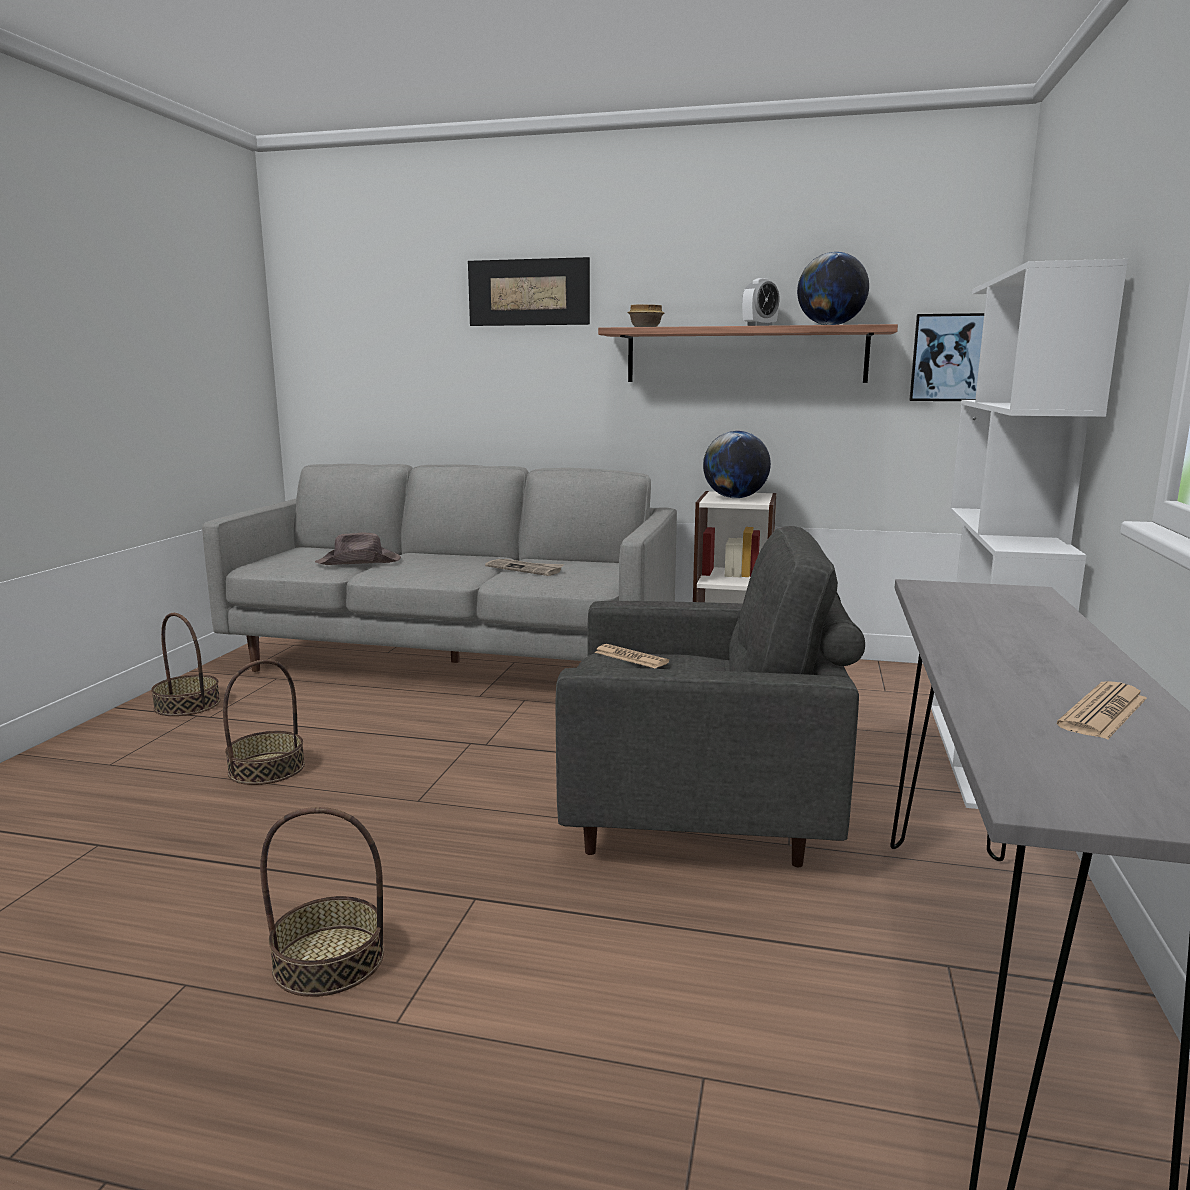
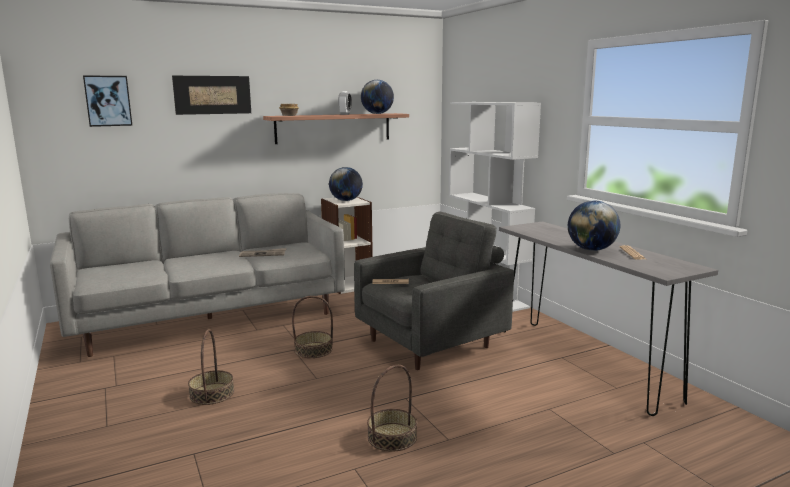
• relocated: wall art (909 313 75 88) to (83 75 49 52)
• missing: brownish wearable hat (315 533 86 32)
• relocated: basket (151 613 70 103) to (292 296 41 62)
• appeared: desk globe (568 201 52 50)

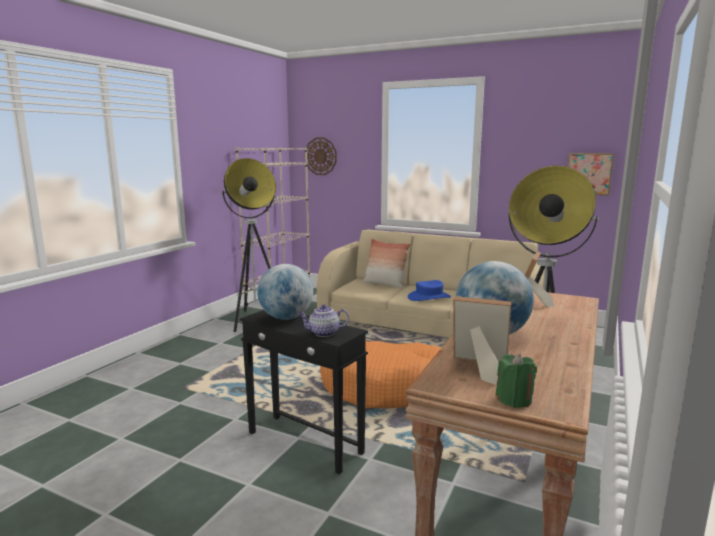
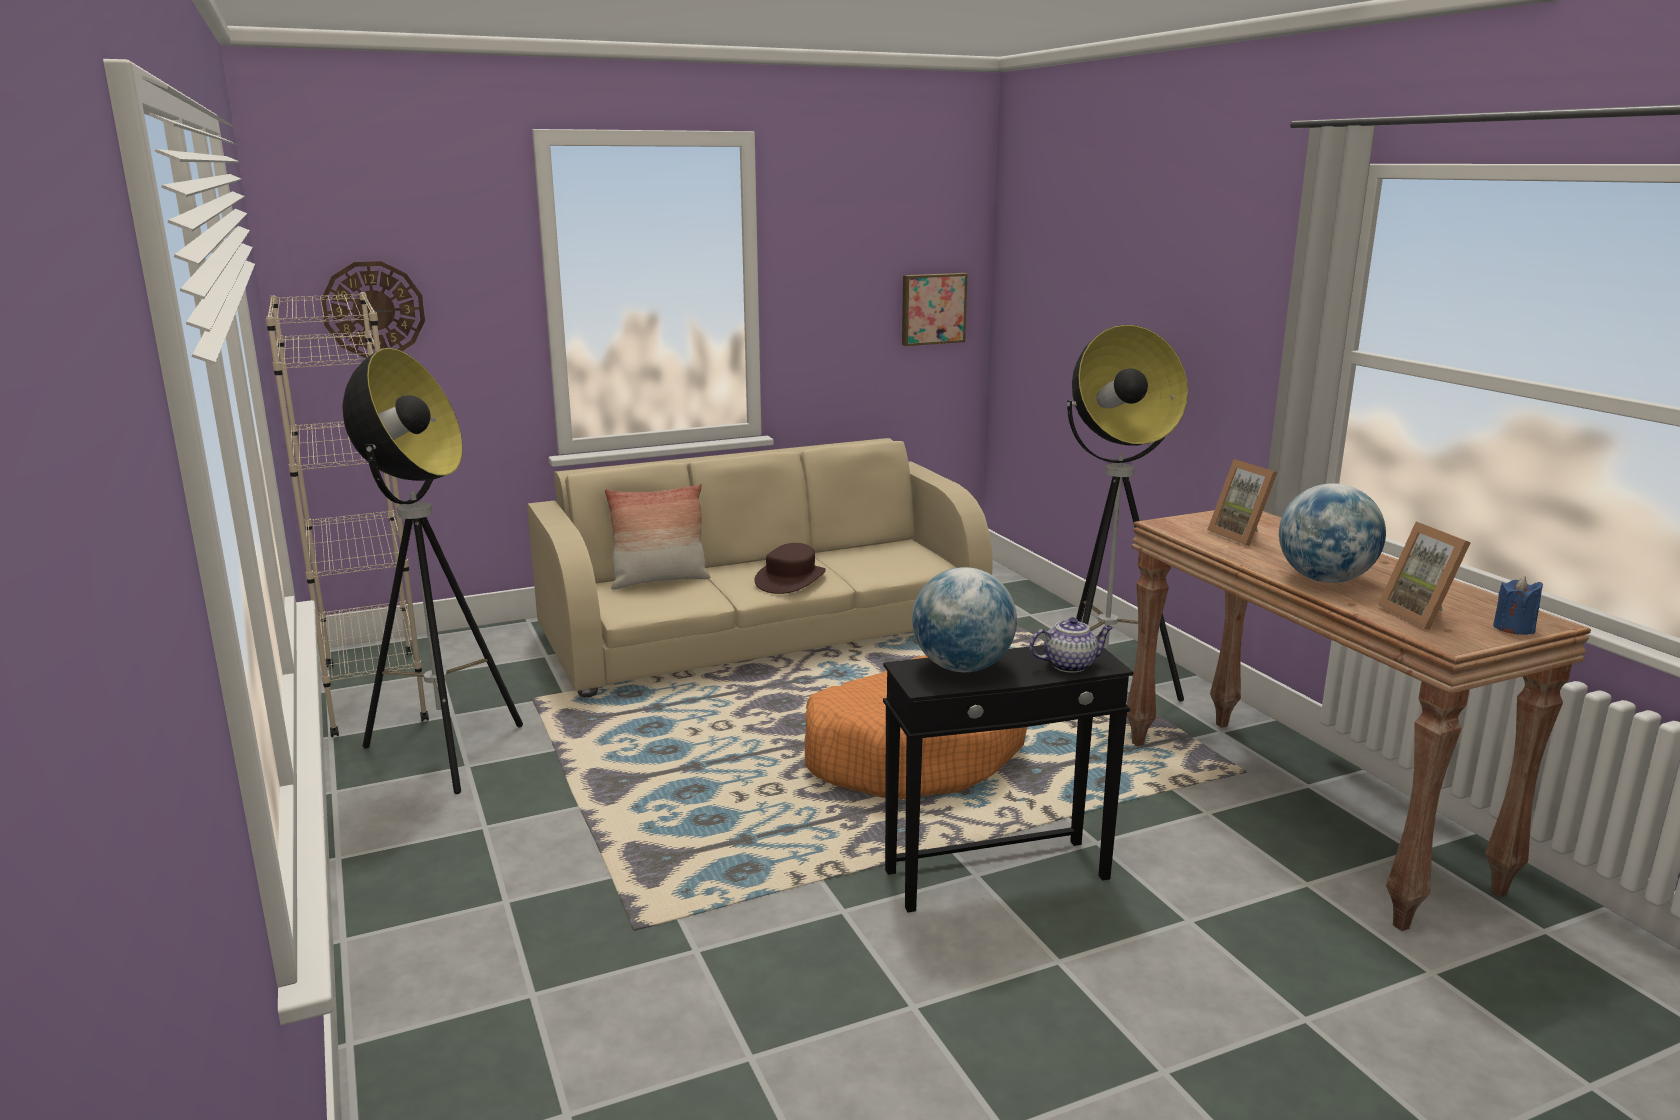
• colour: blue wearable hat (408 280 43 21) to brownish wearable hat (754 543 72 51)
• spun: picture frame (453 296 58 89) = (1378 522 93 108) 75 degrees counterclockwise
• spun: pot for tea (299 305 50 32) = (1030 617 83 56) 135 degrees counterclockwise
• colour: green wax candle (496 353 41 55) to blue wax candle (1493 577 50 58)

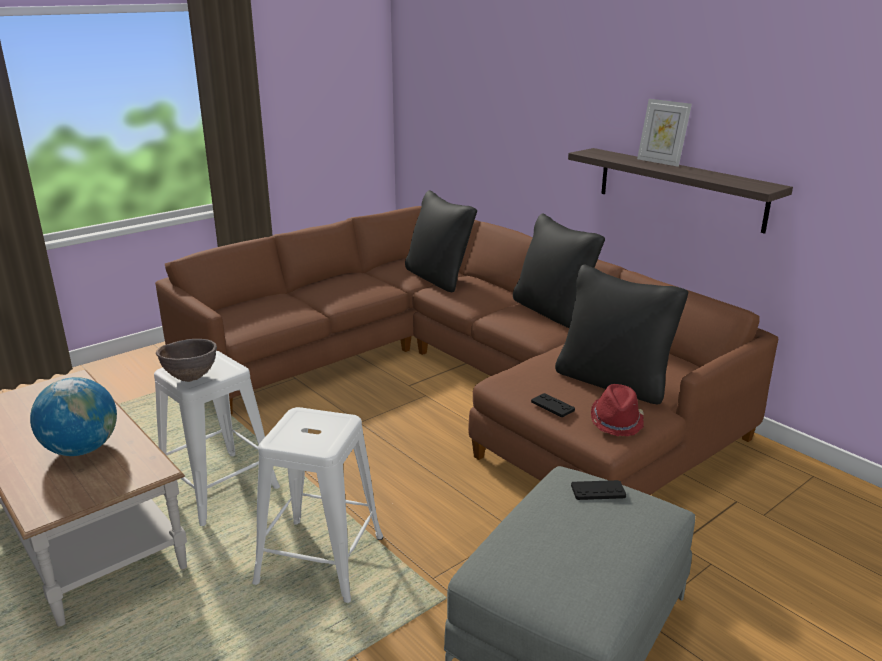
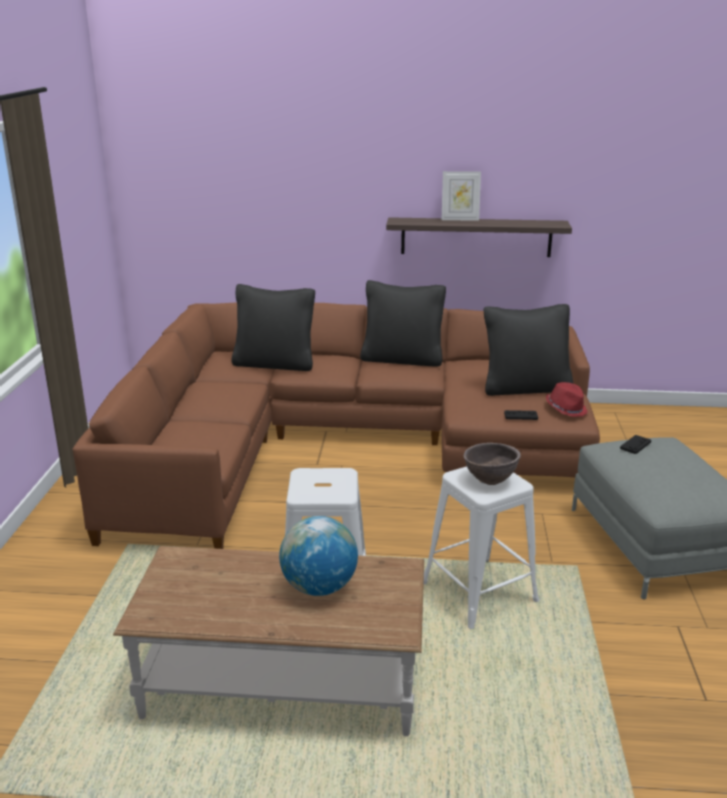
• relocated: brownish deep dish (156 339 61 43) to (464 443 57 42)

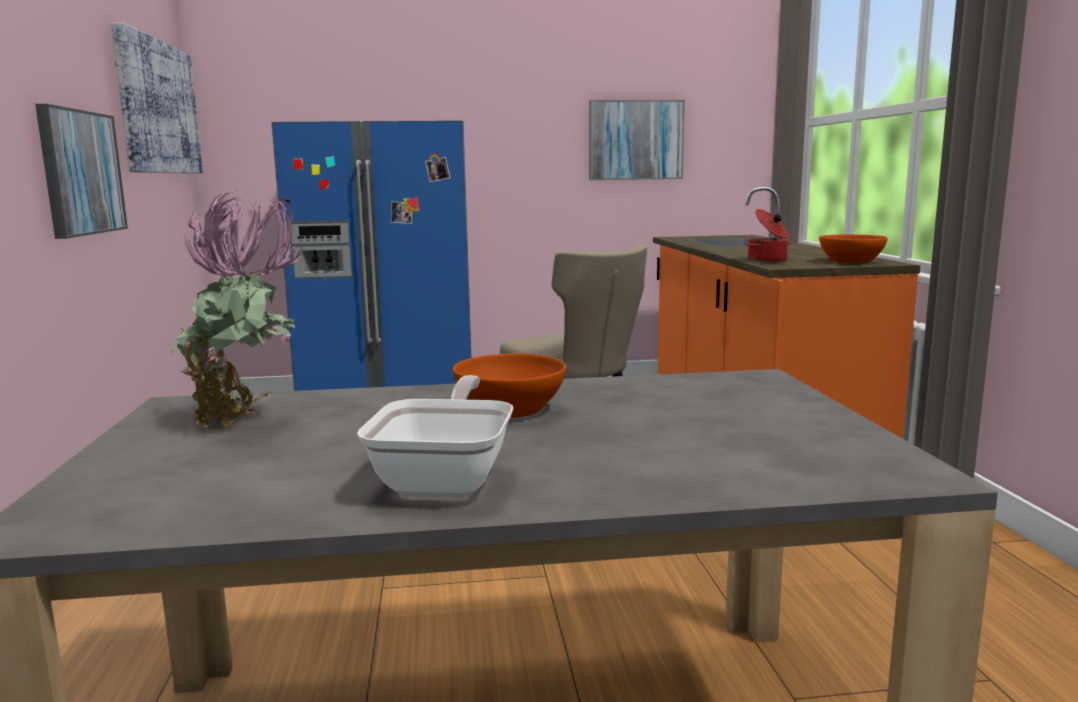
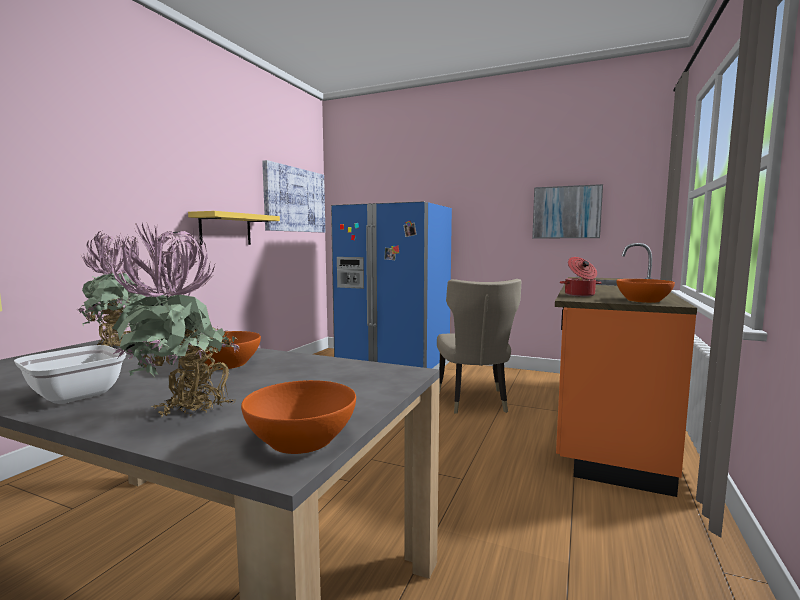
• exchanged: wall art (35 104 93 135) to yellowish wall shelf (188 211 92 34)
• appeared: plant in a pot (108 223 132 194)
• appeared: orange deep dish (241 380 115 74)

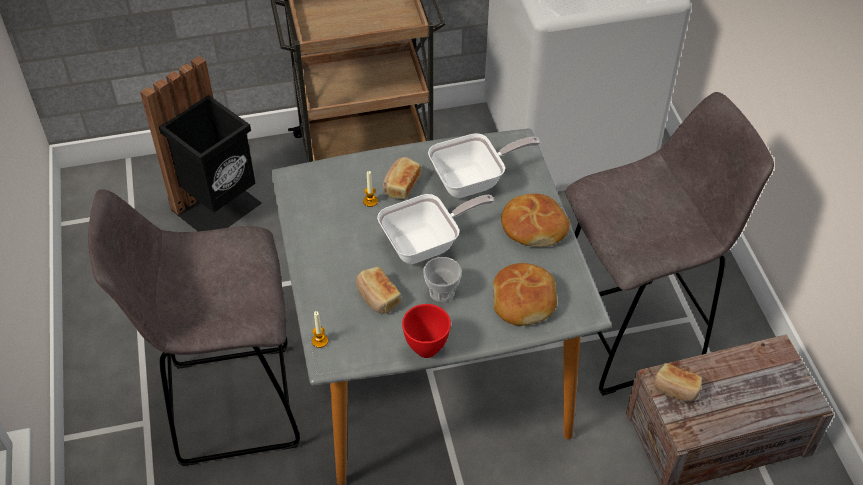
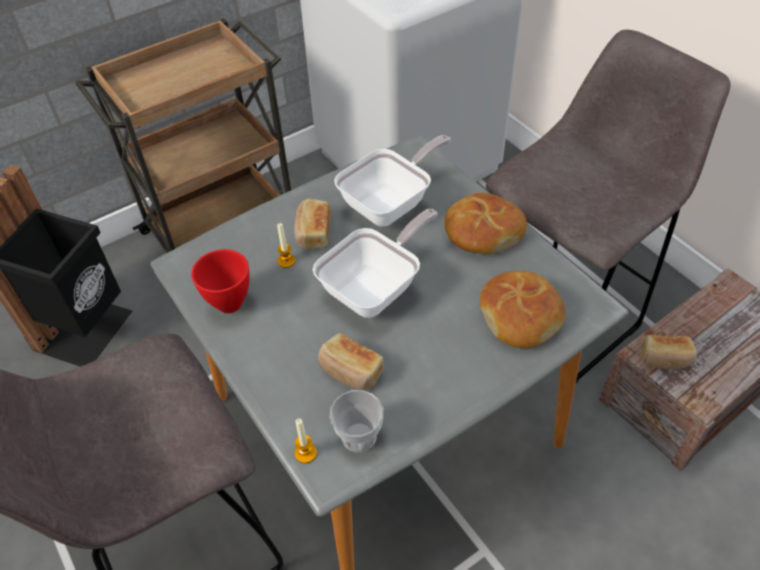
• relocated: cup (424 257 38 45) to (330 390 54 62)
• relocated: red deep dish (402 304 49 54) to (191 249 58 64)

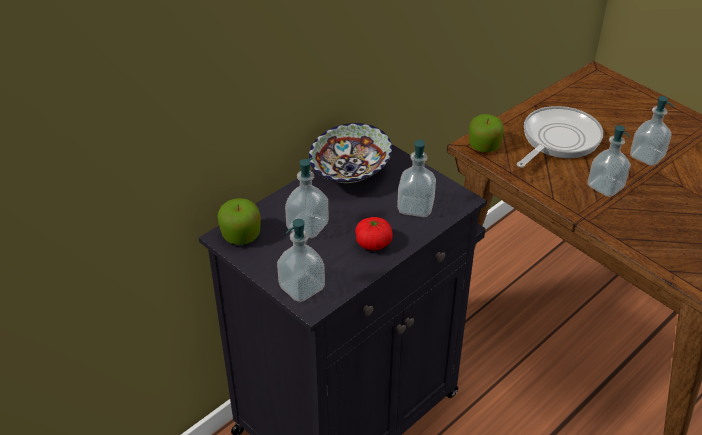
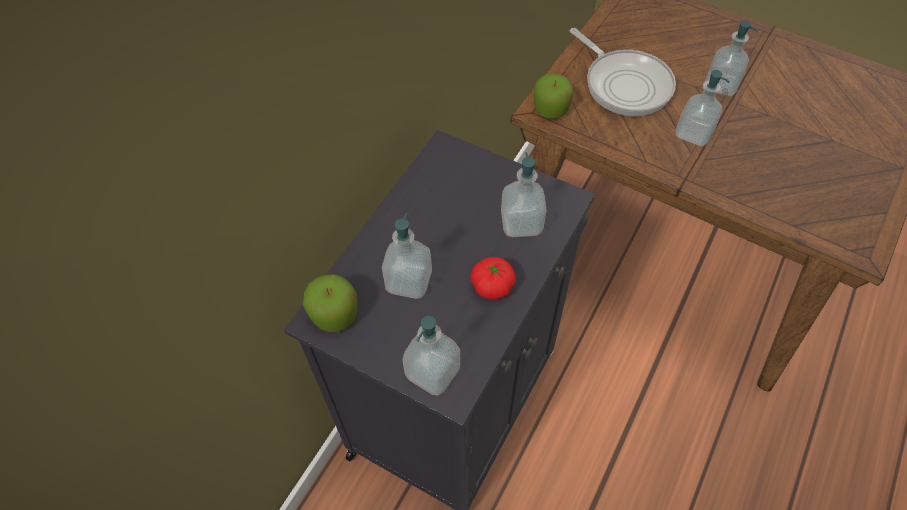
• spun: pan (517 106 86 61) = (570 28 106 88) 120 degrees clockwise
• missing: deep dish (309 123 83 60)

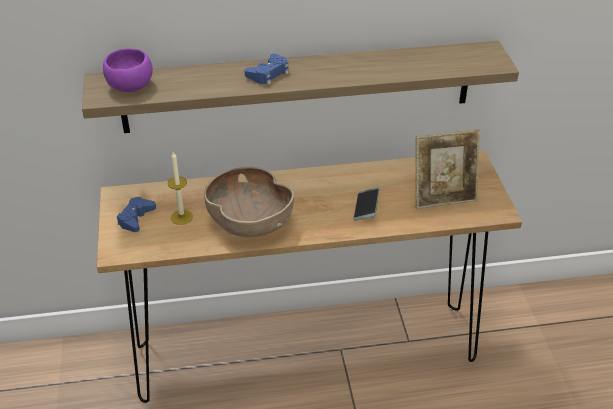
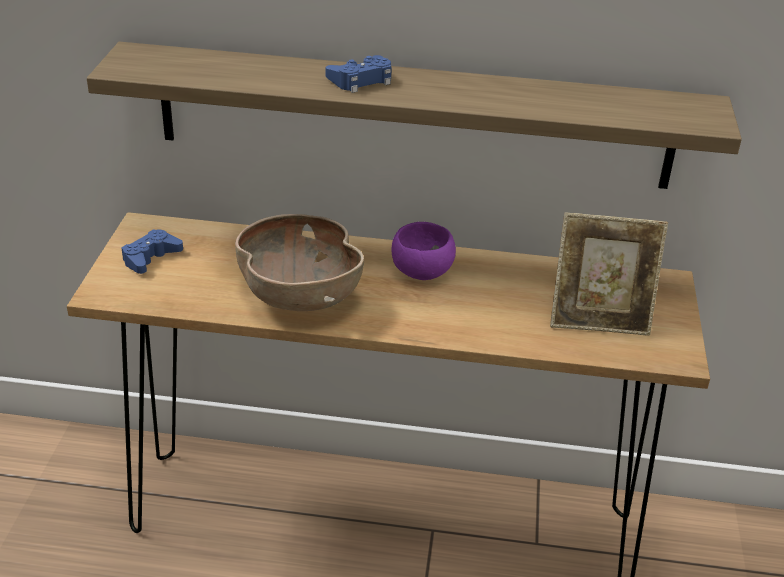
• relocated: purple-coloured deep dish (103 48 50 44) to (392 222 64 58)
• missing: wax candle (168 152 25 73)
• missing: handset (353 187 26 34)

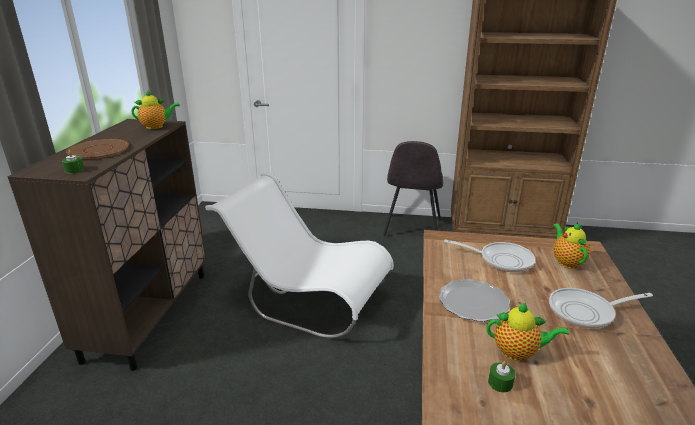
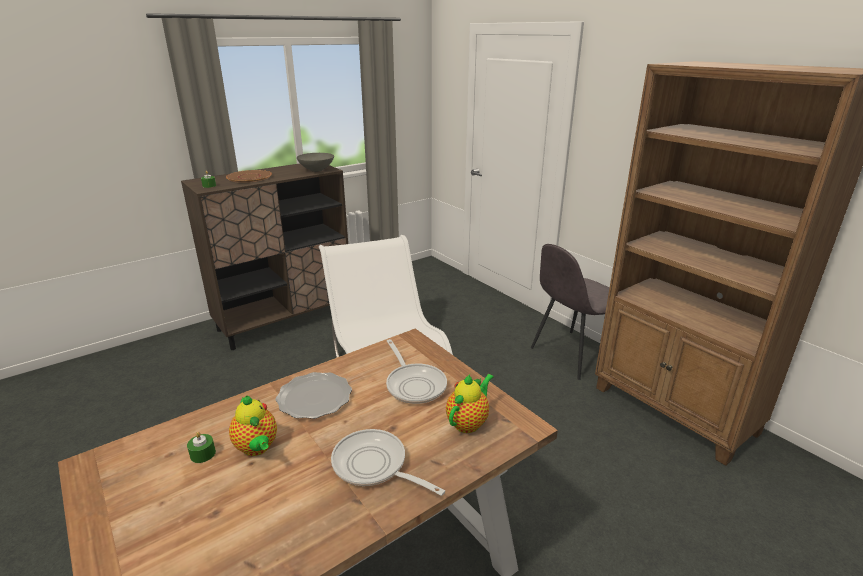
• exchanged: pot for tea (131 90 49 39) to greyish deep dish (297 153 37 19)

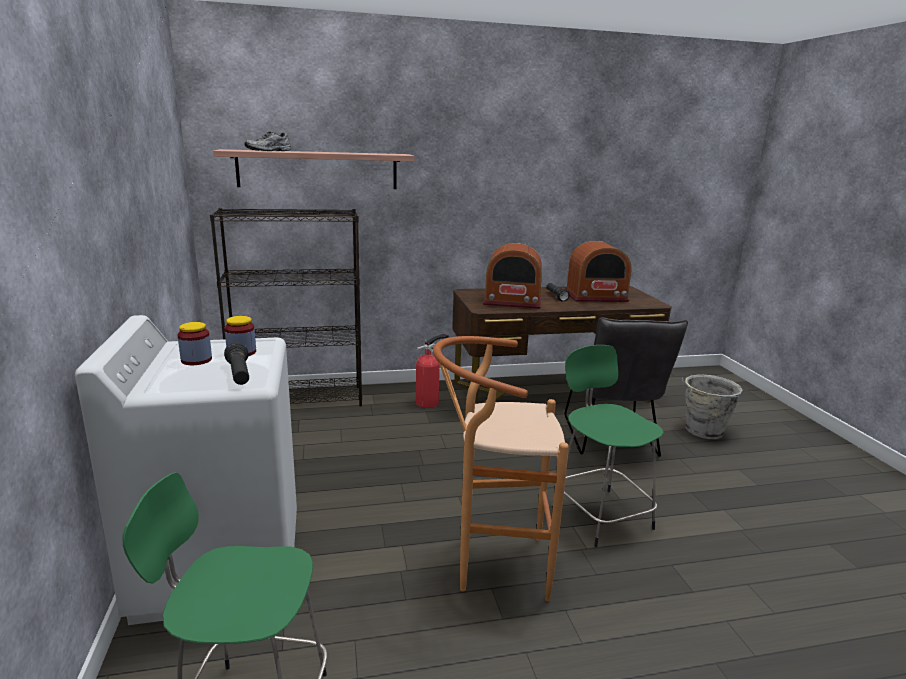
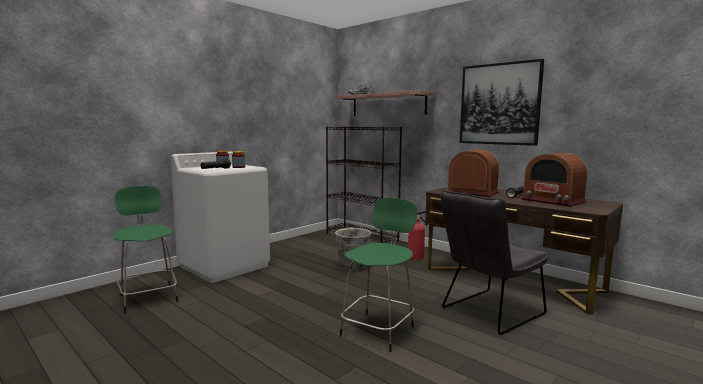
• spun: radio (483 243 59 66) = (447 150 52 47) 150 degrees clockwise
• missing: brownish stool (433 336 136 265)
• relocated: greyish water bucket (682 374 61 65) to (331 227 41 44)
• appeared: wall art (460 59 84 87)

